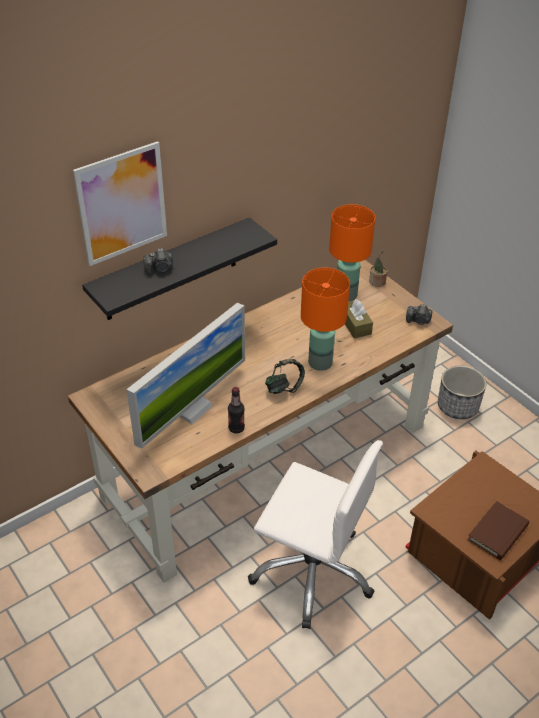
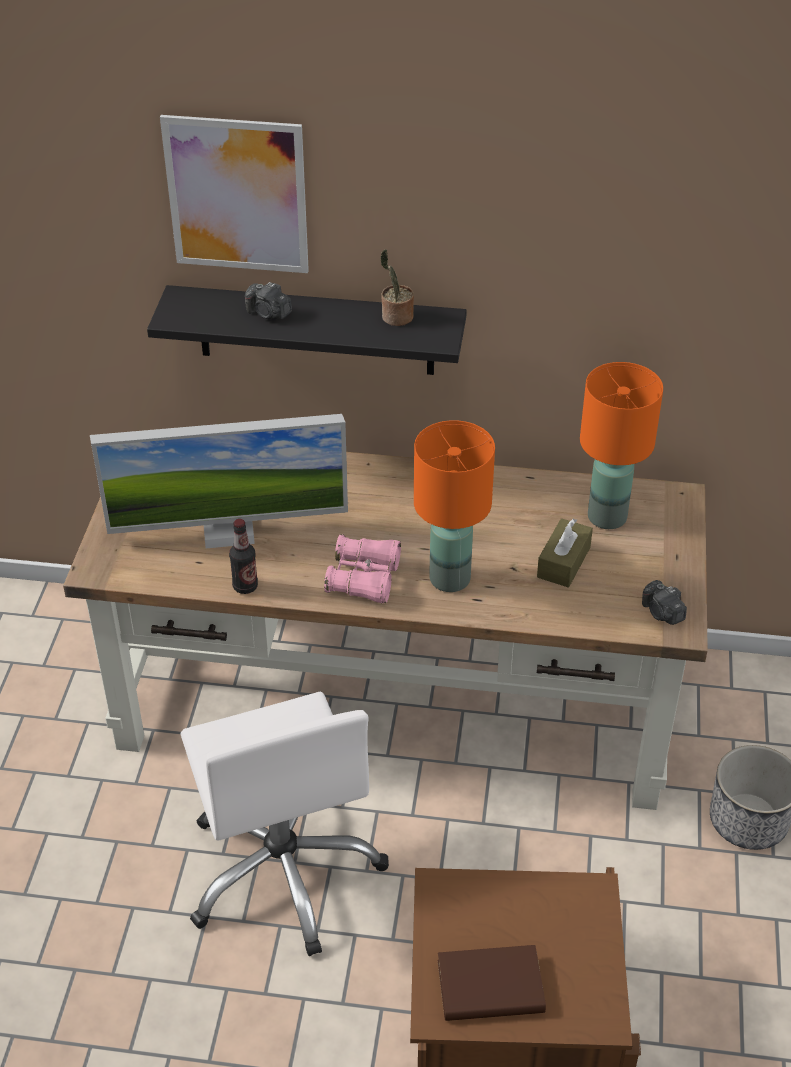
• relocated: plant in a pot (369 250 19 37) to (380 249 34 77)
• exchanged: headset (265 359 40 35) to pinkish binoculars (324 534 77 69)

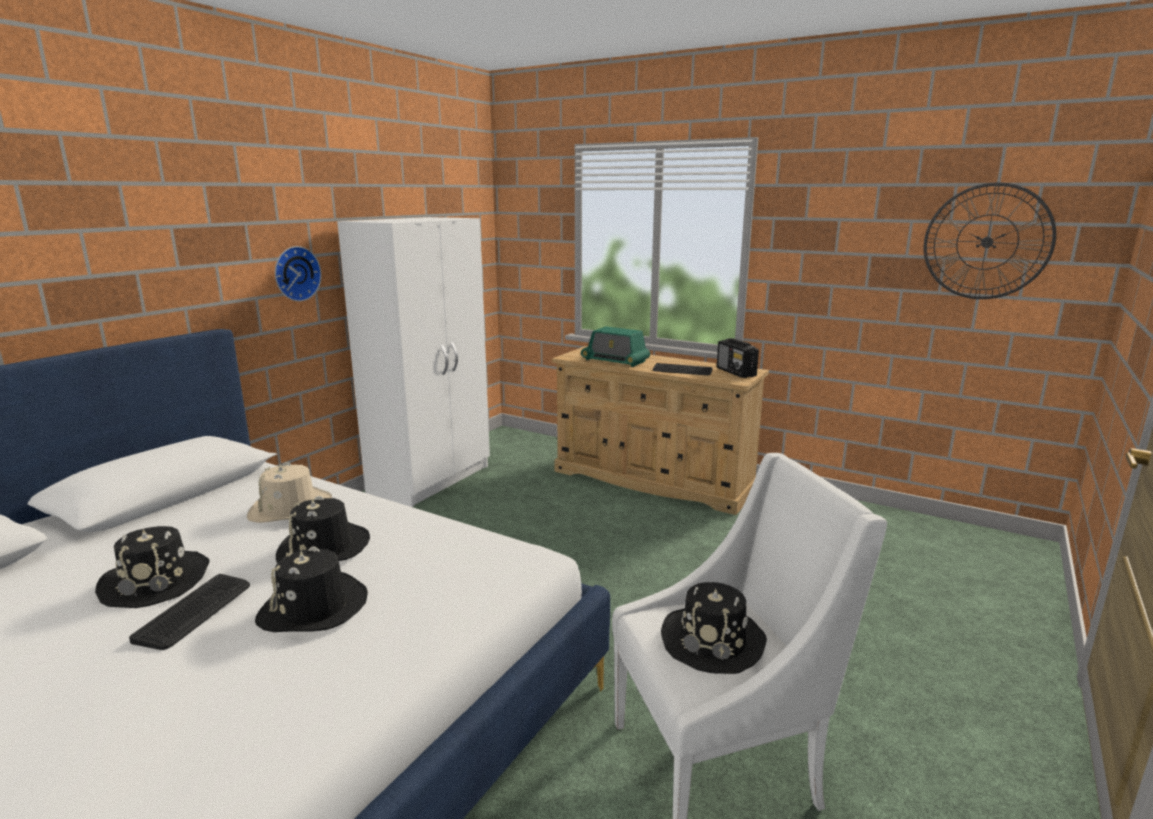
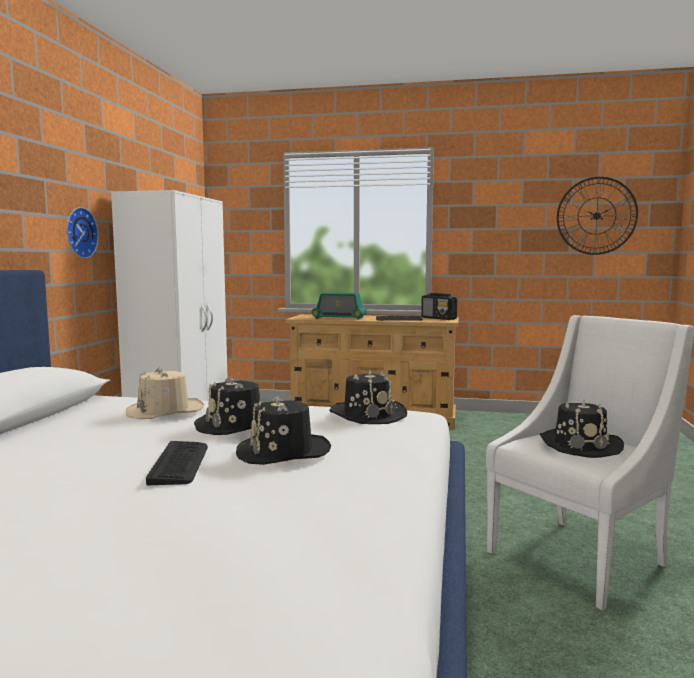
• relocated: black wearable hat (95 526 115 82) to (330 370 77 54)

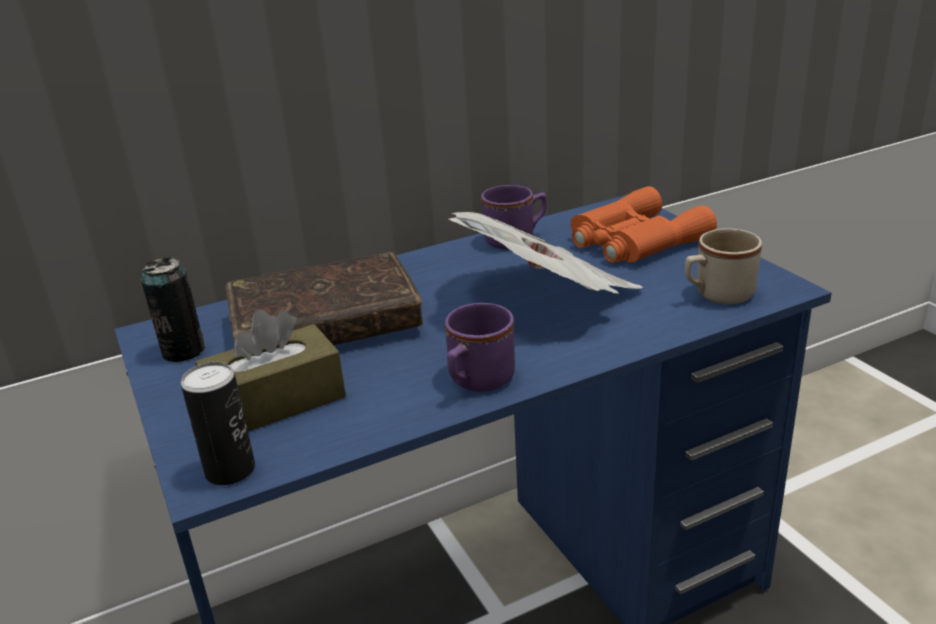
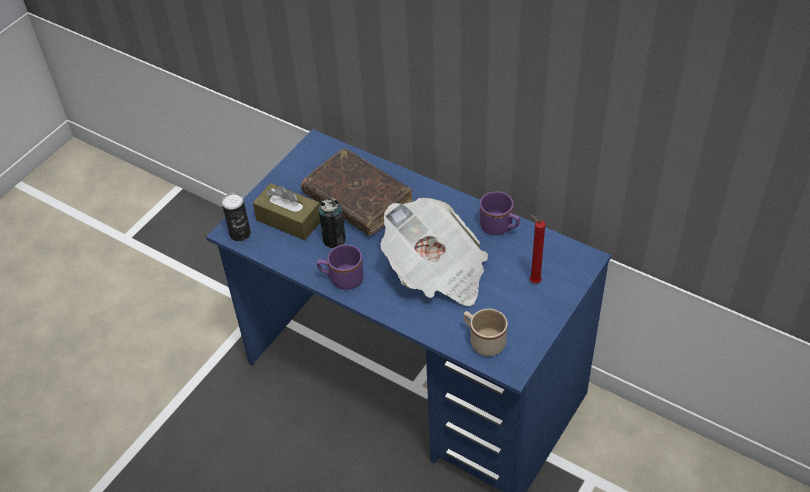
• exchanged: orange binoculars (571 186 146 77) to red wax candle (530 215 15 69)
• relocated: sealed can (141 257 65 105) to (319 198 27 50)

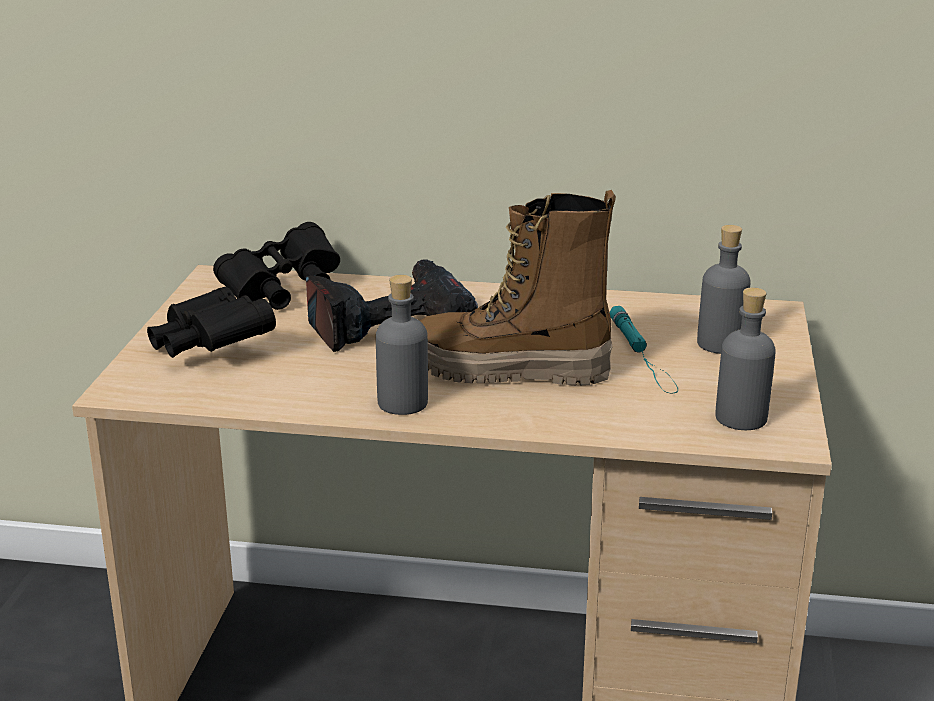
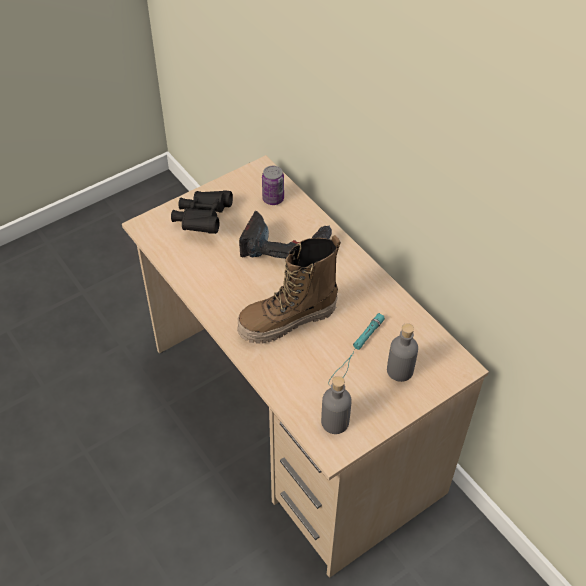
• spun: high-top boot (420 190 196 196) = (237 235 104 109) 75 degrees counterclockwise
• exchanged: black binoculars (213 222 127 88) to sealed can (262 166 22 39)
• missing: greyish drink bottle (376 275 52 140)

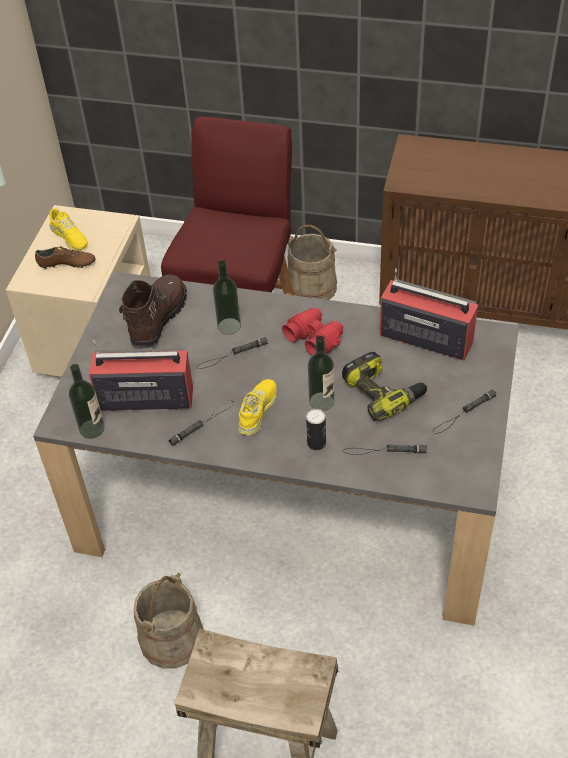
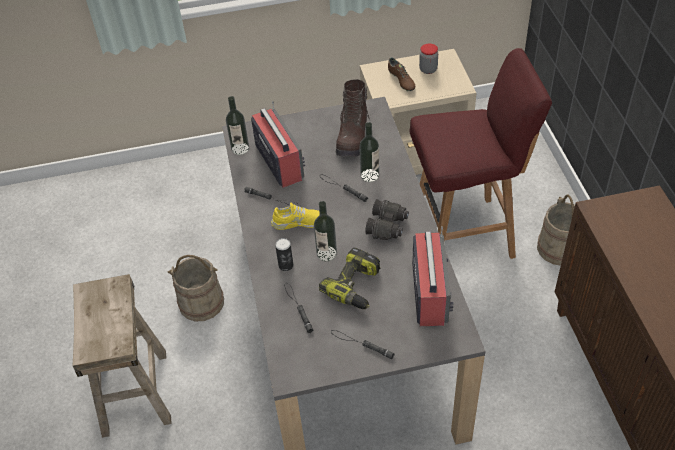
• exchanged: yellowish shoe (50 208 38 43) to jar (419 43 19 31)
• spun: brownish high-top boot (119 274 68 74) = (336 79 35 78) 105 degrees clockwise
• colour: red binoculars (282 308 61 48) to black binoculars (365 199 44 41)

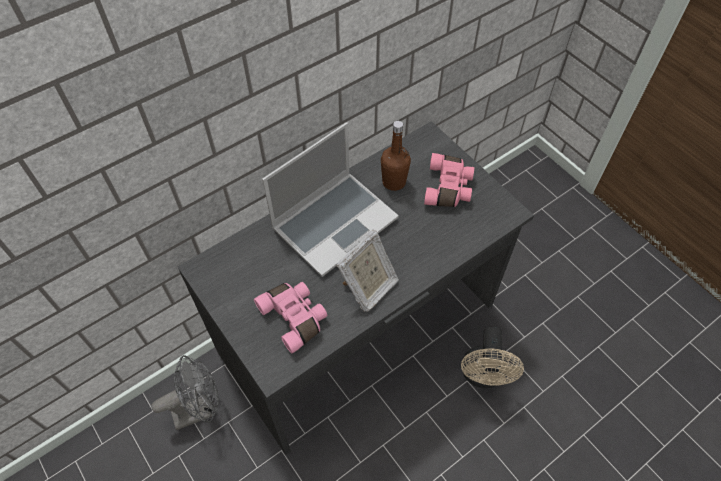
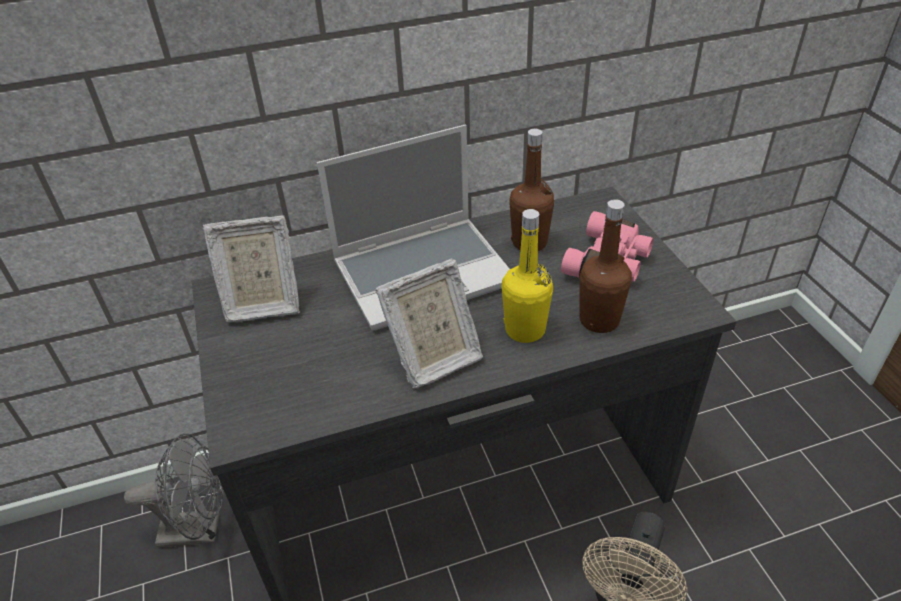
• missing: pinkish binoculars (254 282 73 71)
• appeared: brownish drink bottle (579 199 53 134)
• appeared: yellowish drink bottle (501 209 52 134)
• appeared: picture frame (203 215 97 108)

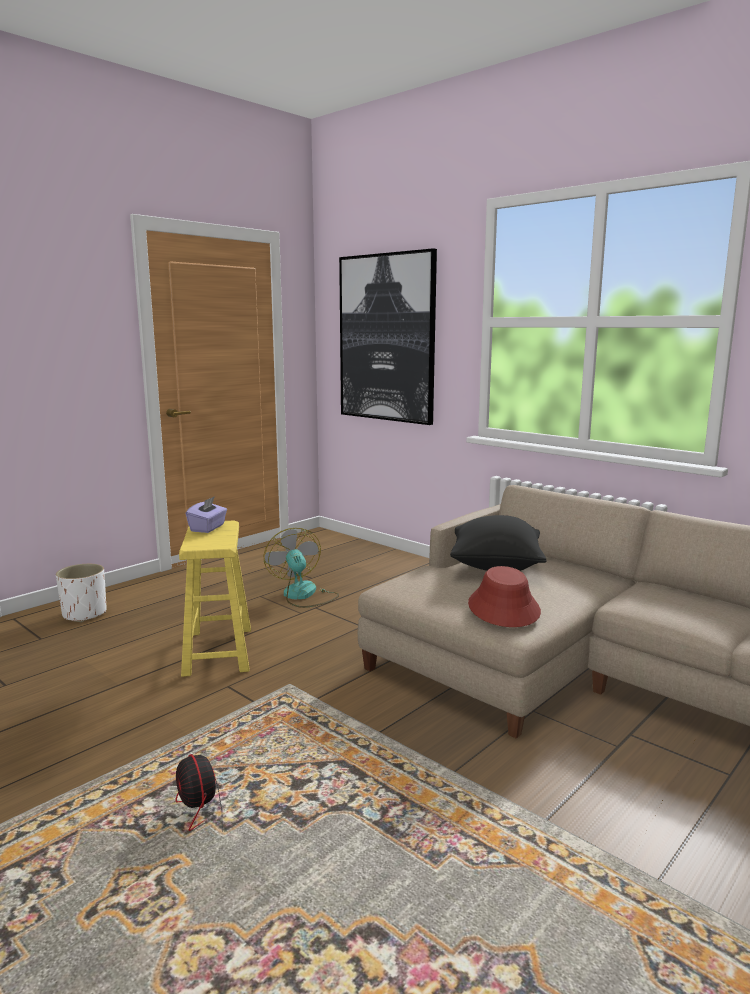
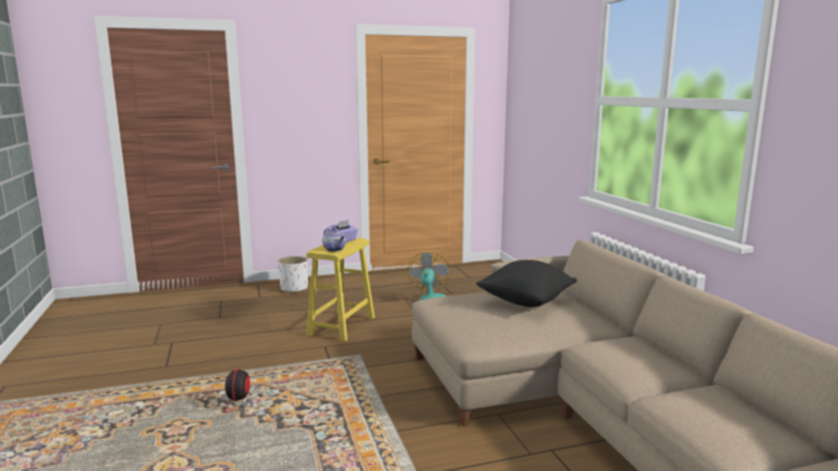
• missing: wall art (339 248 98 177)
• missing: red wearable hat (468 566 73 61)
• appeared: pot for tea (322 228 24 24)

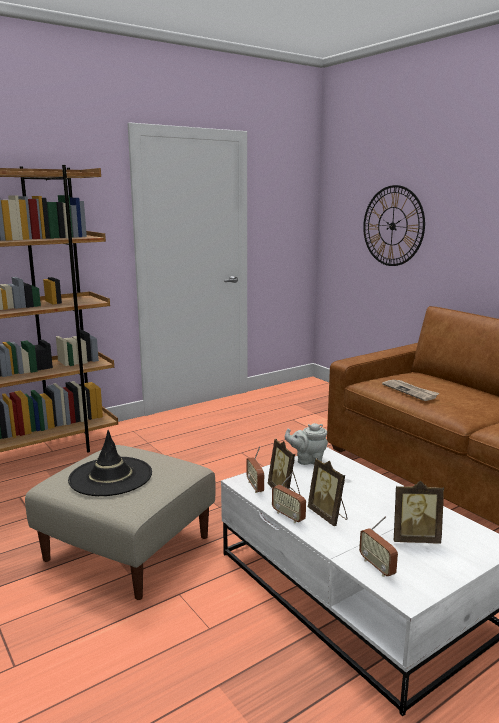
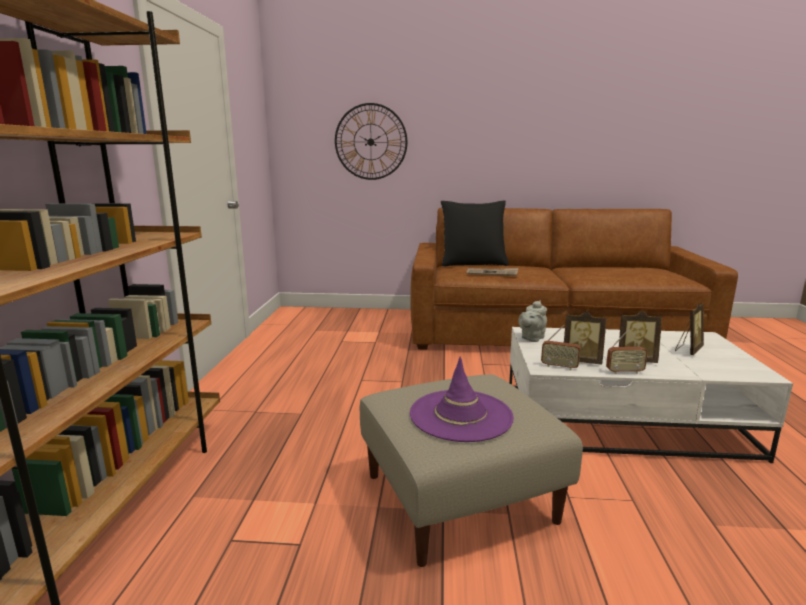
• colour: black wearable hat (68 430 84 66) to purple-coloured wearable hat (410 357 104 85)
• missing: radio (359 516 39 61)
• appeared: black throw pillow (441 200 68 67)

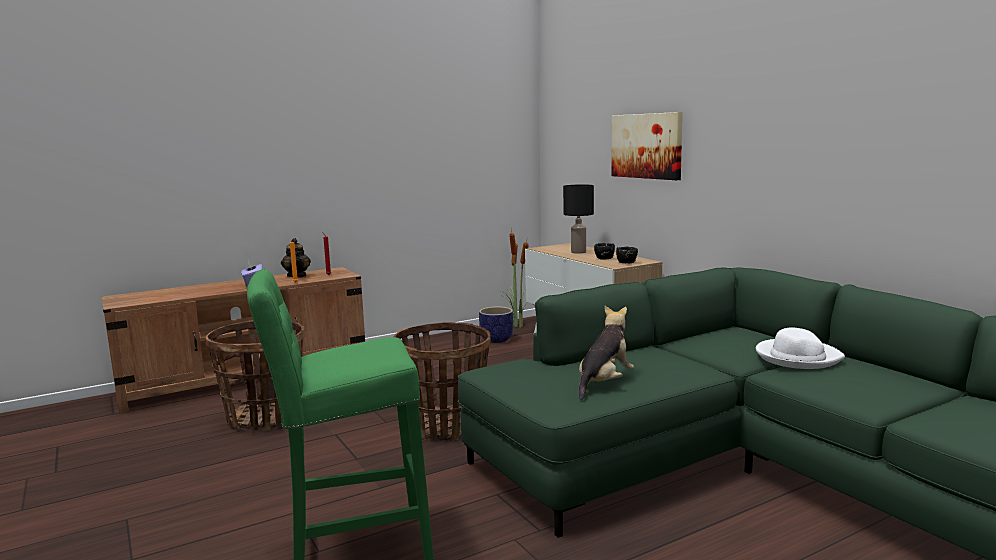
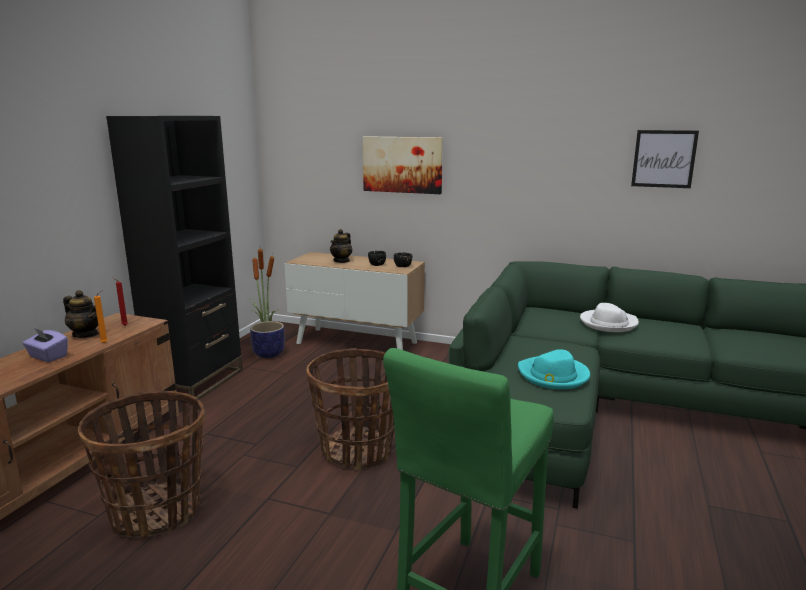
• exchanged: black tabletop lamp (563 184 31 70) to pot for tea (330 229 23 34)
• exchanged: soft toy (579 306 55 94) to turquoise wearable hat (518 349 72 40)
• appeared: black bookcase (106 116 137 286)
• appeared: wall art (631 130 68 58)

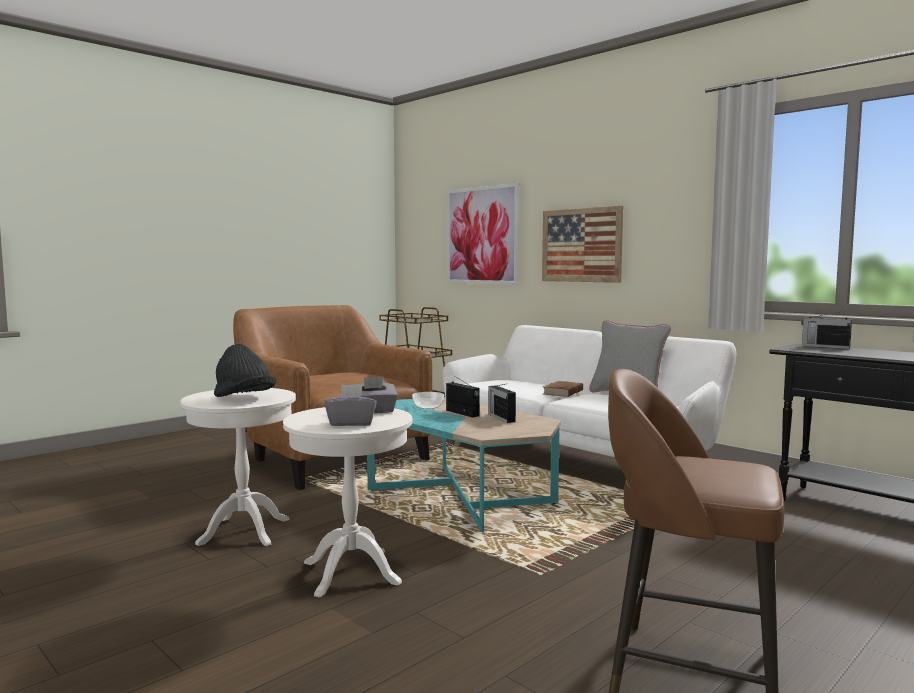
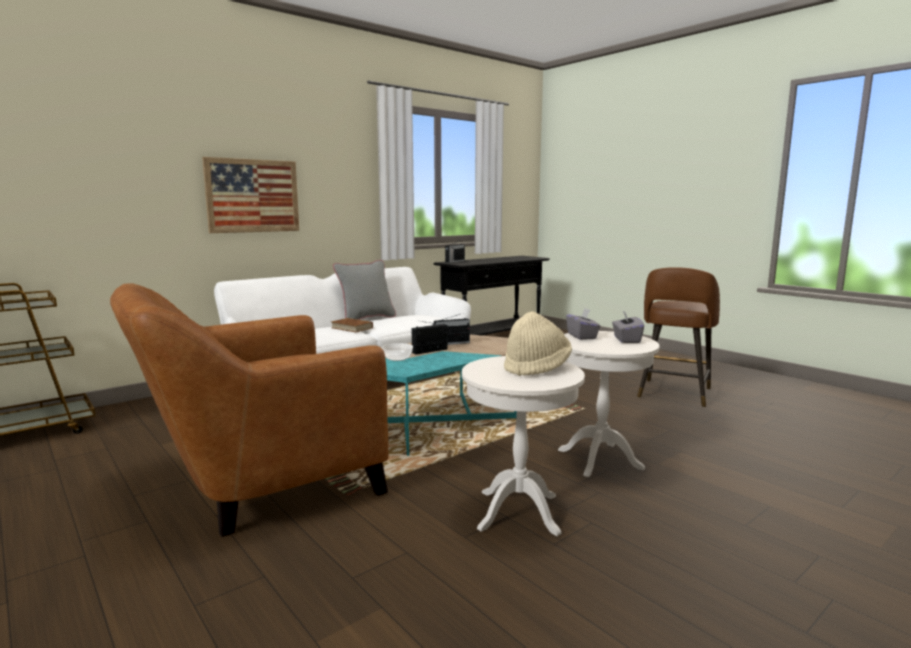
• missing: wall art (447 183 72 102)
• colour: black wearable hat (214 344 62 53) to sand-coloured wearable hat (504 311 68 65)

